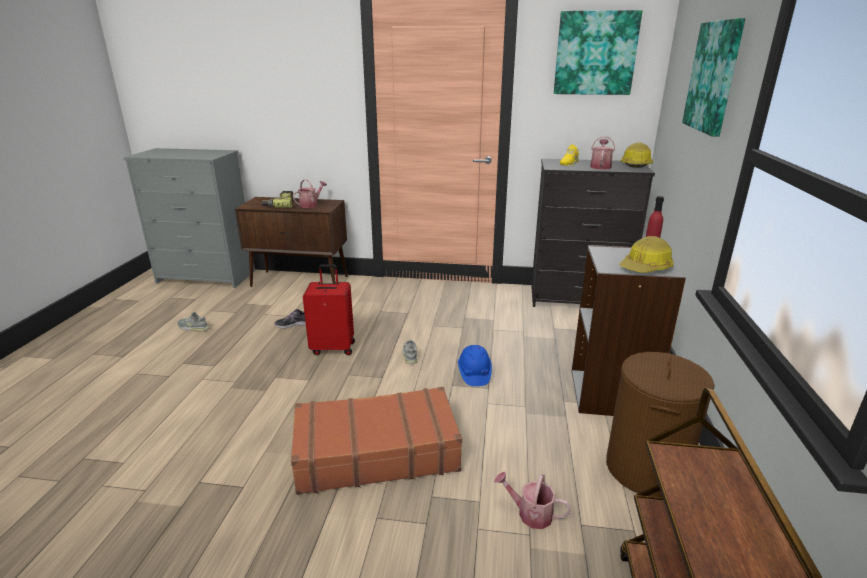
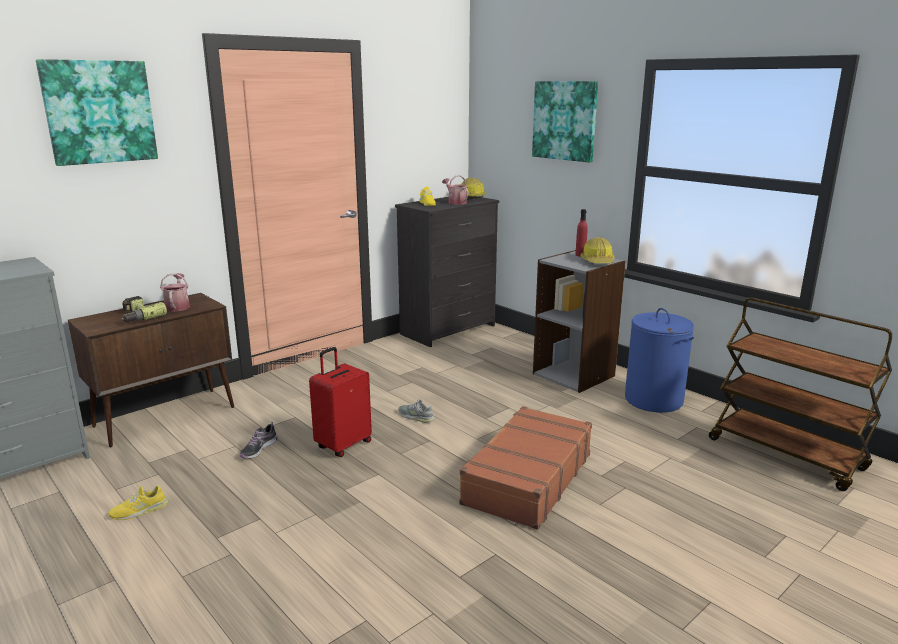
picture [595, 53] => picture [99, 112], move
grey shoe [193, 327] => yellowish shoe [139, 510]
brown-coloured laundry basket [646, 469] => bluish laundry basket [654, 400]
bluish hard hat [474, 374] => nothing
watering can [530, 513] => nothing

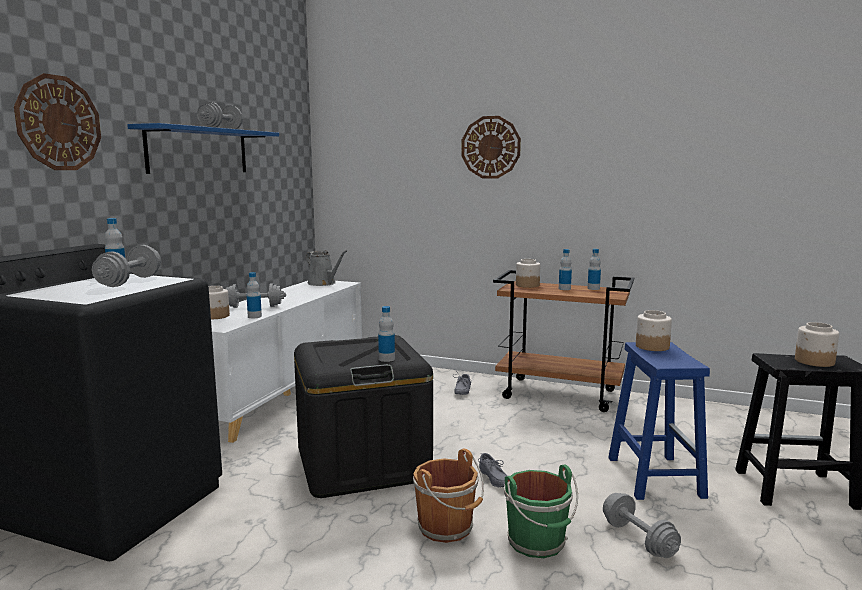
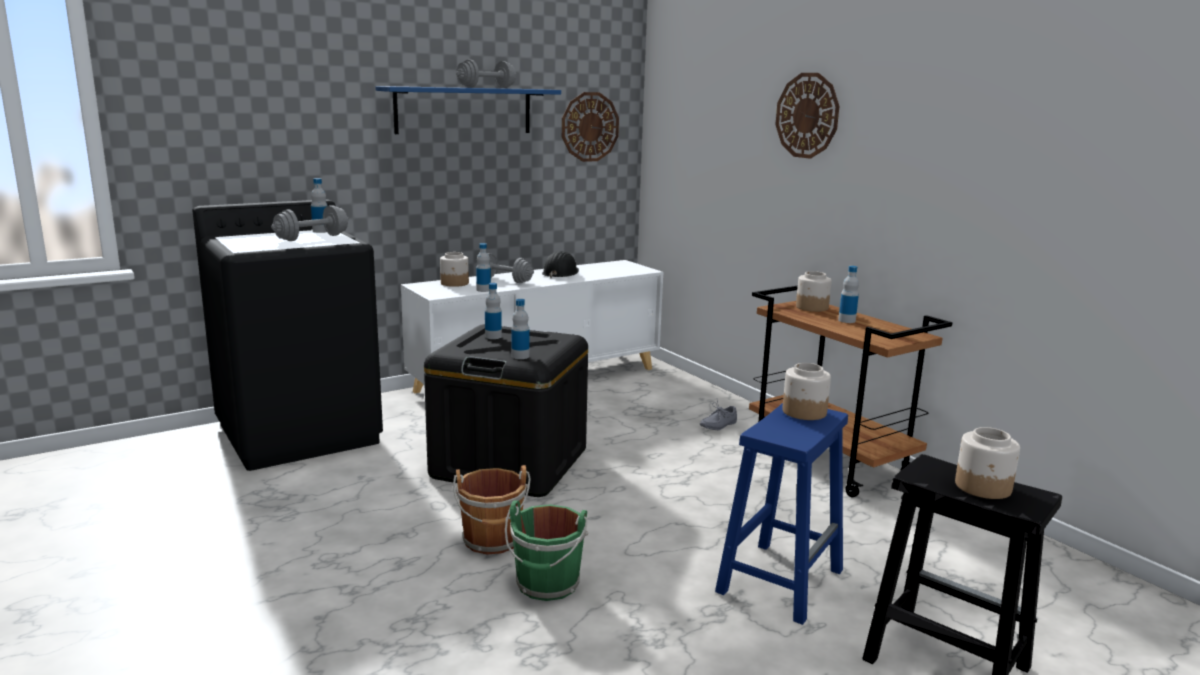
bottle [593, 288] => bottle [493, 336], move
nothing => blackish hard hat [560, 273]
clock on the wall [59, 123] => clock on the wall [589, 127], move
grey watering can [323, 283] => nothing
grey shoe [493, 479] => nothing
grey hand weight [638, 539] => nothing

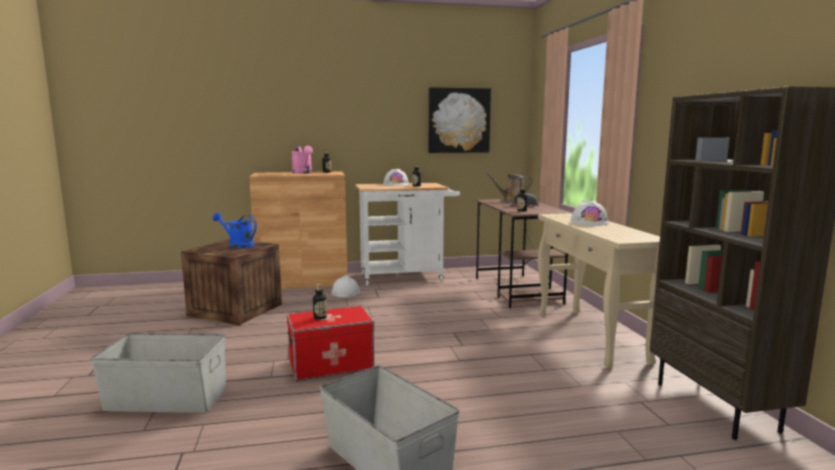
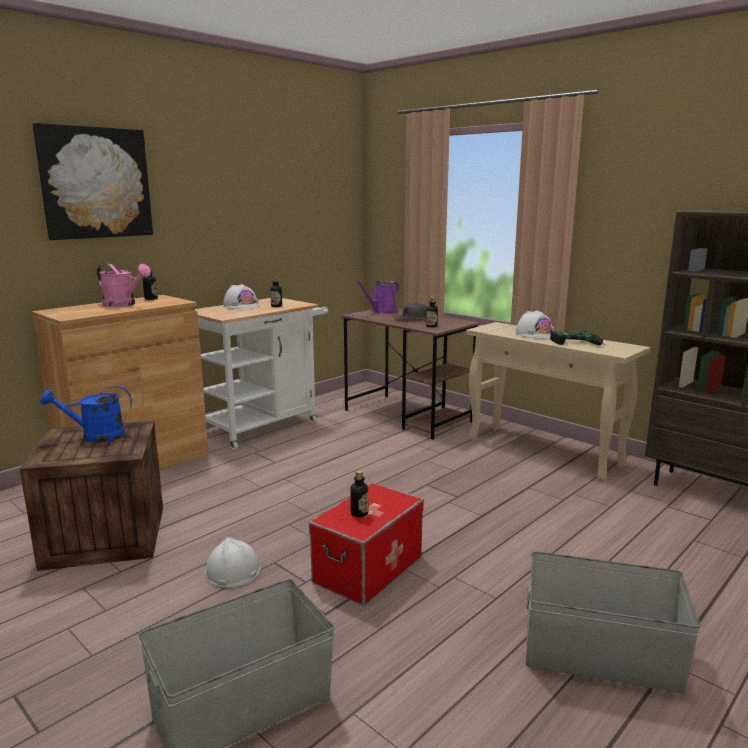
picture [458, 120] => picture [95, 183], move
white hard hat [345, 292] => white hard hat [232, 570], move
brown-coloured watering can [512, 200] => purple-coloured watering can [381, 311]
nothing => power drill [579, 344]

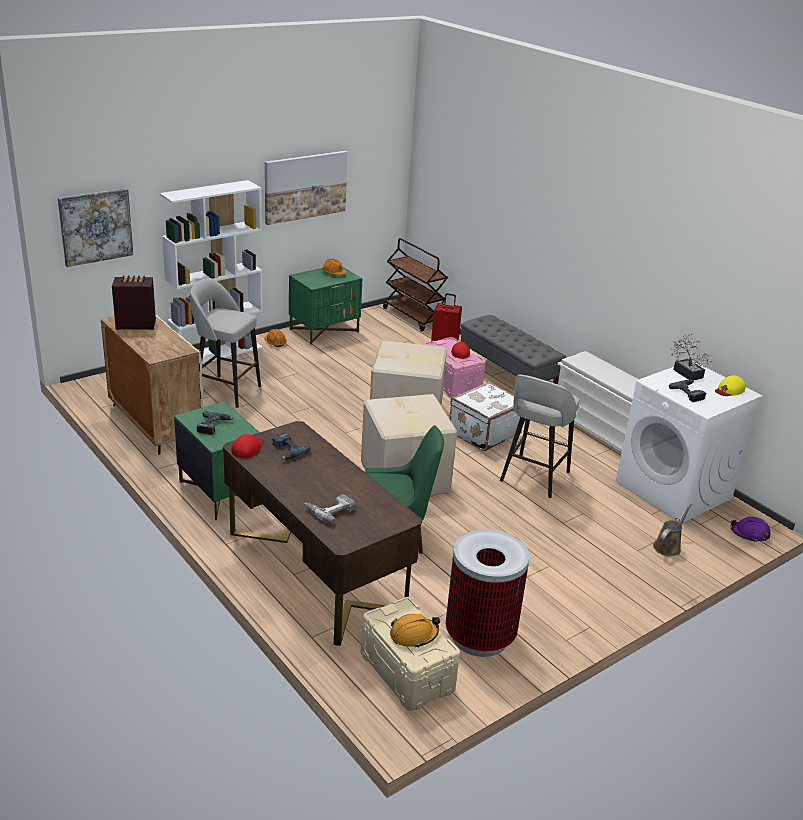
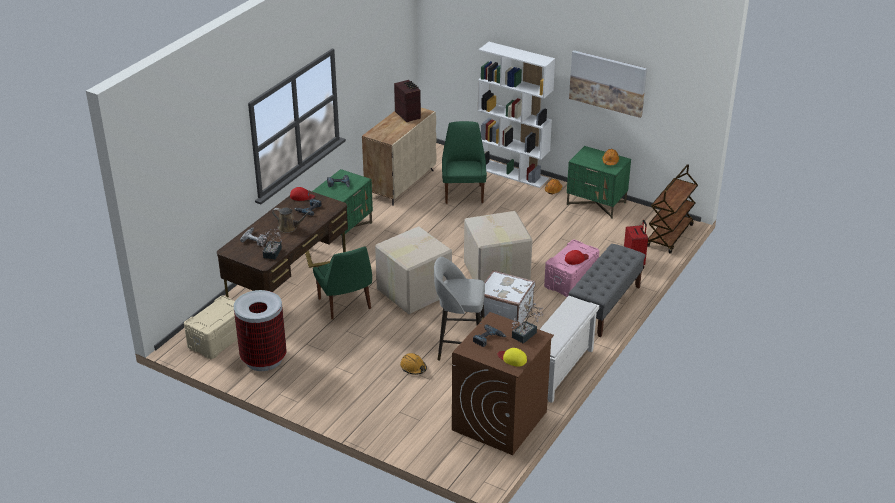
nothing => potted plant [271, 254]
brown-coloured watering can [668, 546] => brown-coloured watering can [289, 227], move
orange-coloured hard hat [413, 635] => orange-coloured hard hat [413, 367], move
grey sitting stool [225, 391] => green-coloured upright chair [463, 193]
white laundry appliance [674, 490] => brown-coloured laundry appliance [499, 421]
picture [96, 226] => nothing
purple-coloured hard hat [749, 534] => nothing

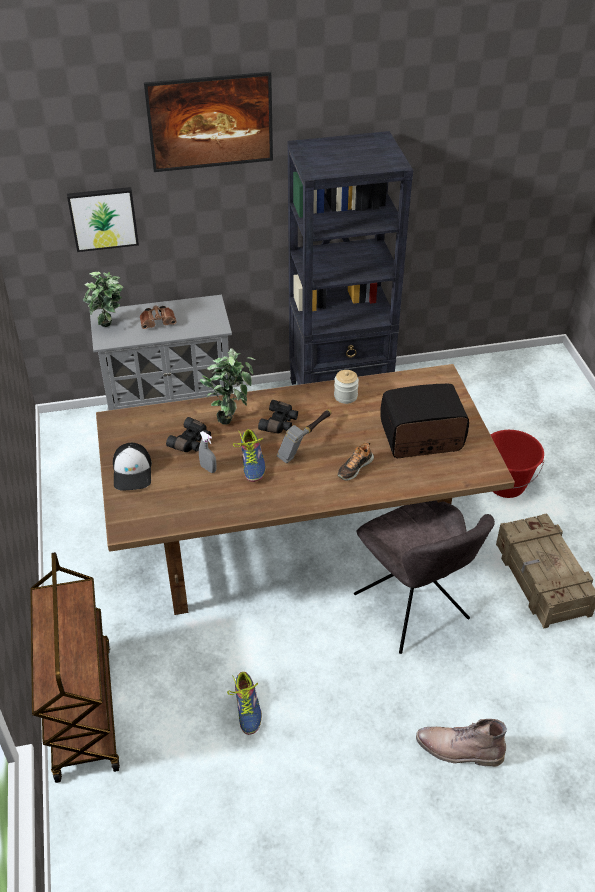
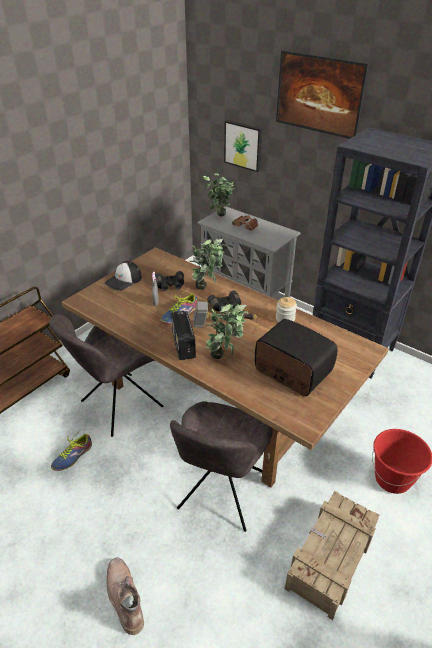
nothing => grey upright chair [119, 405]
nothing => radio [183, 346]
shoe [354, 468] => potted plant [225, 356]

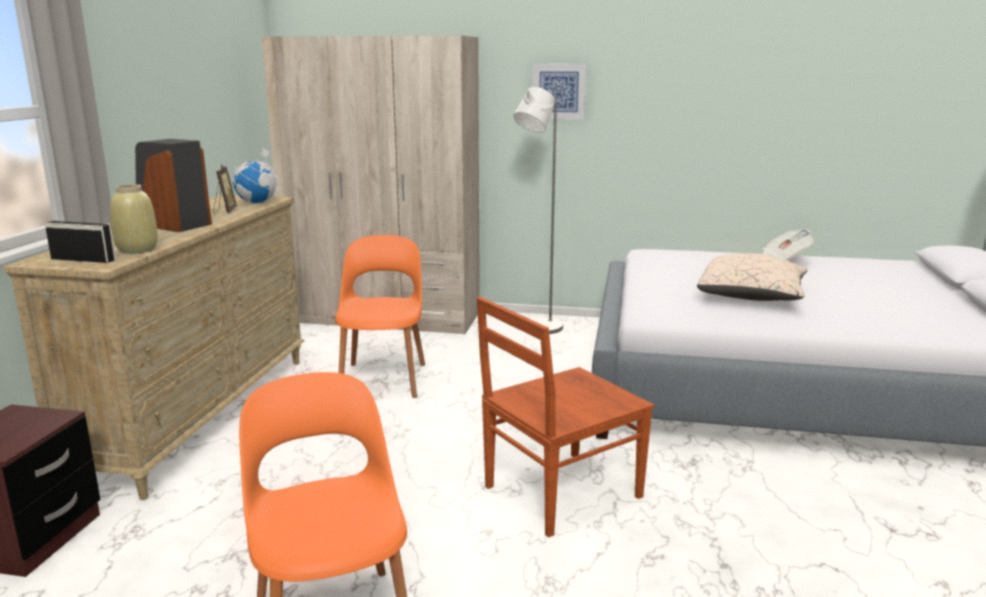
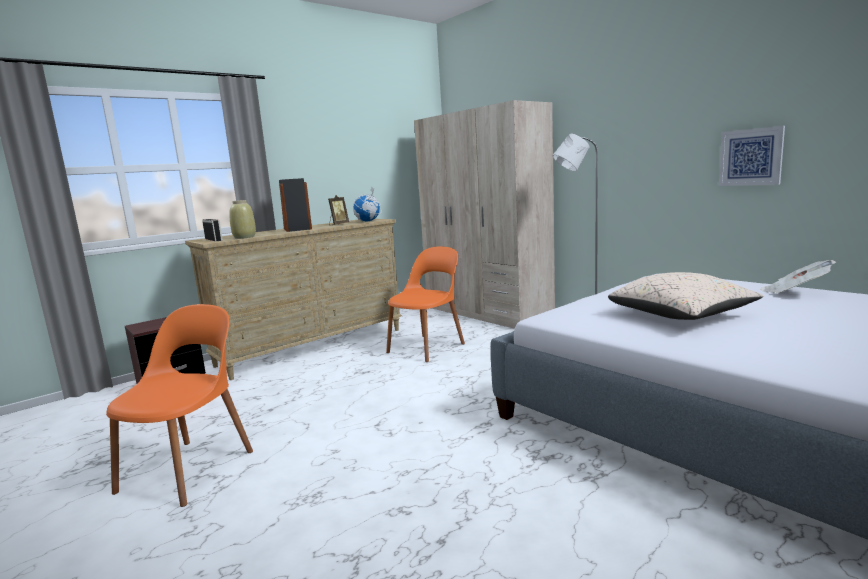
picture [558, 91] => picture [751, 157], move
brown-coloured upright chair [559, 493] => nothing

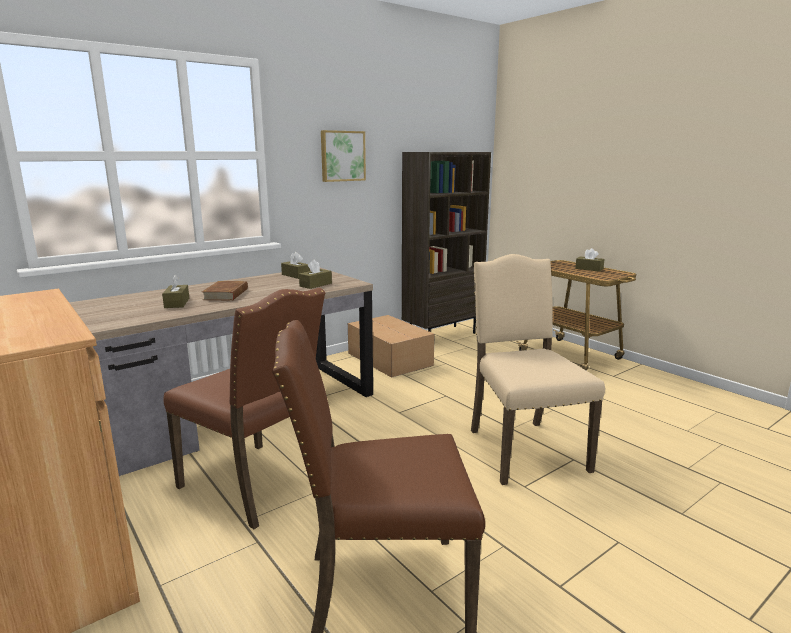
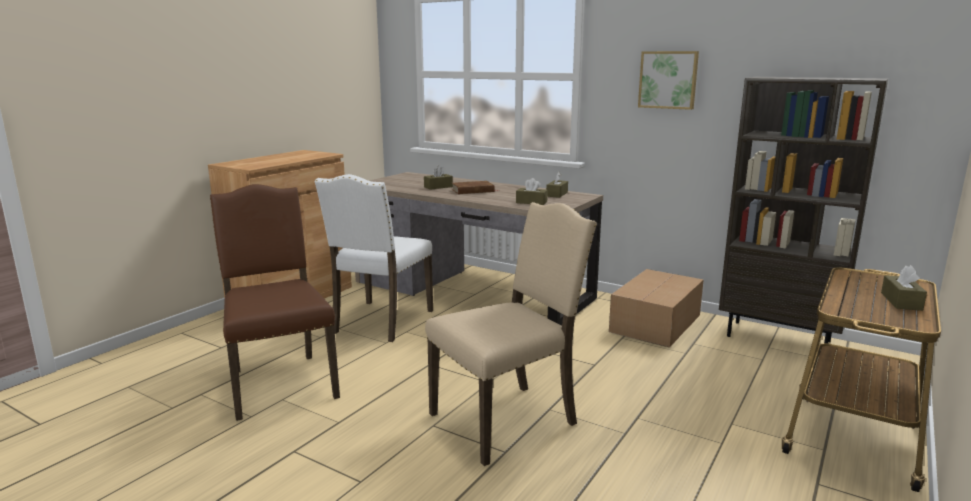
brown-coloured upright chair [255, 485] => white upright chair [380, 322]

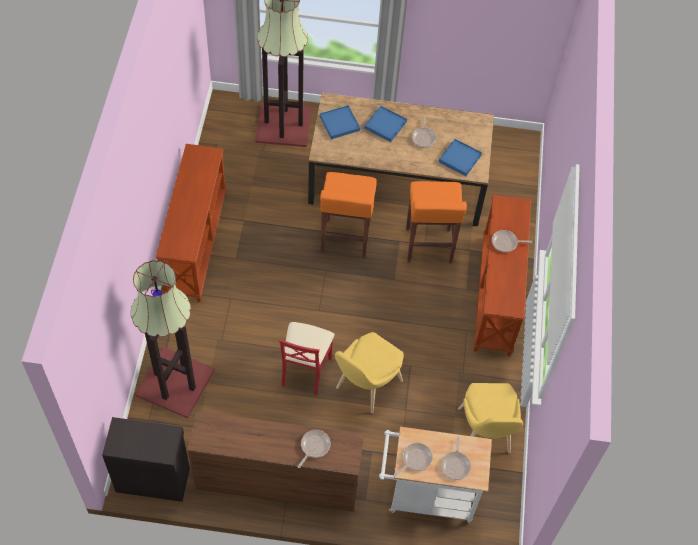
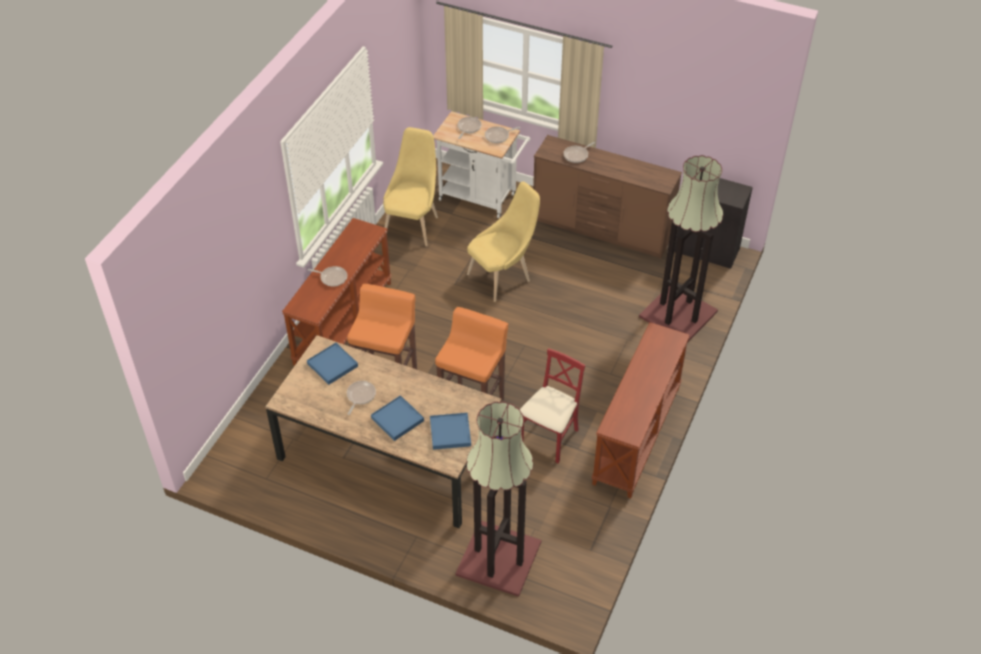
reddish upright chair [305, 370] => reddish upright chair [549, 438], move

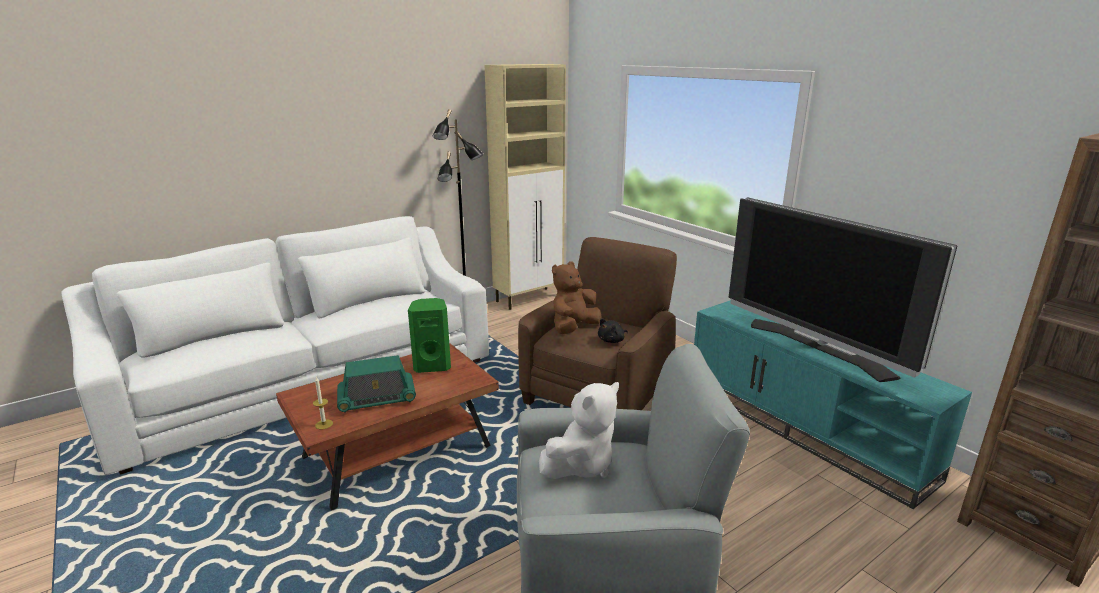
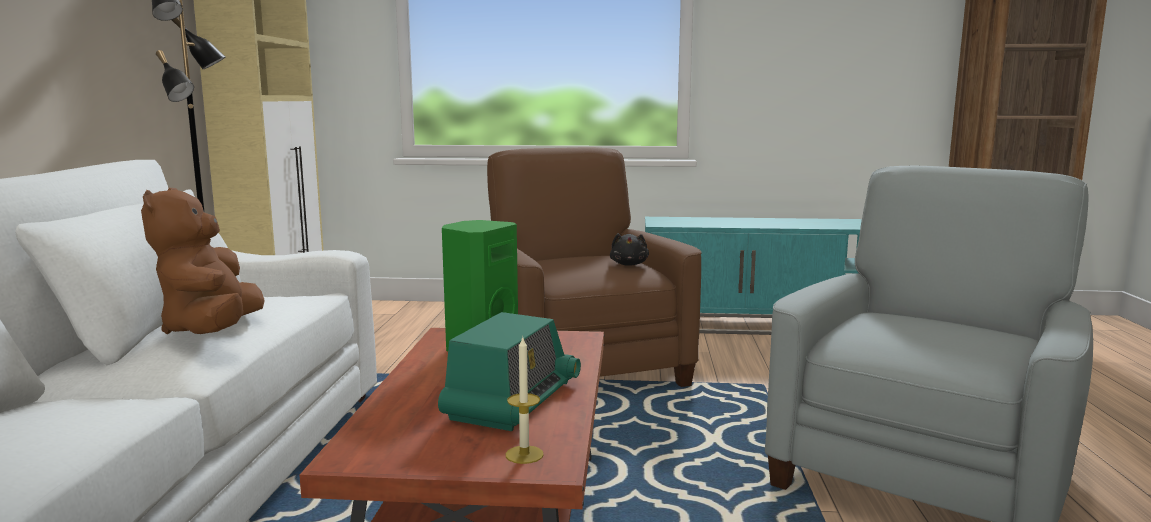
brown-coloured soft toy [573, 328] => brown-coloured soft toy [213, 331], move
white soft toy [581, 464] => nothing
television [818, 348] => nothing

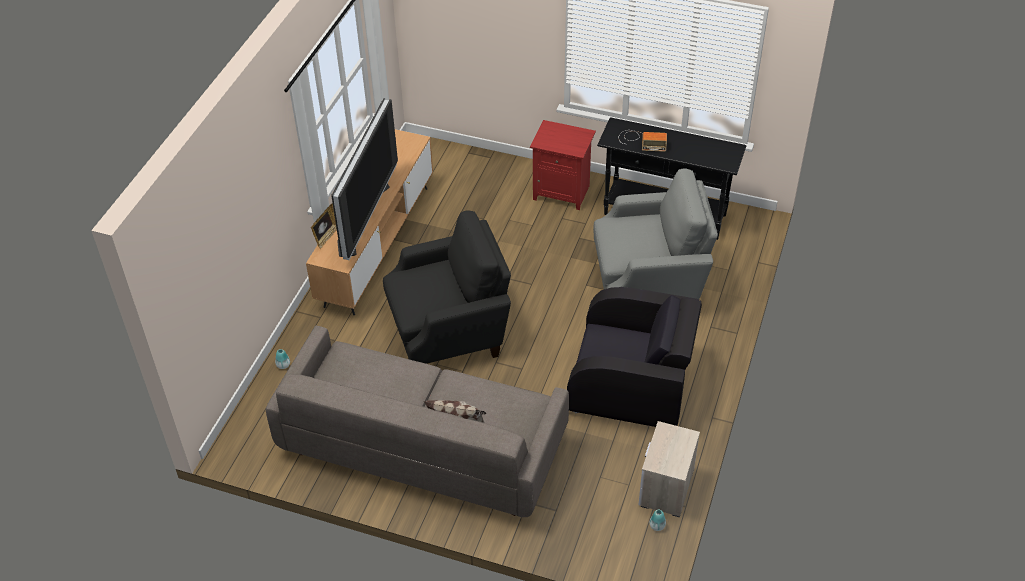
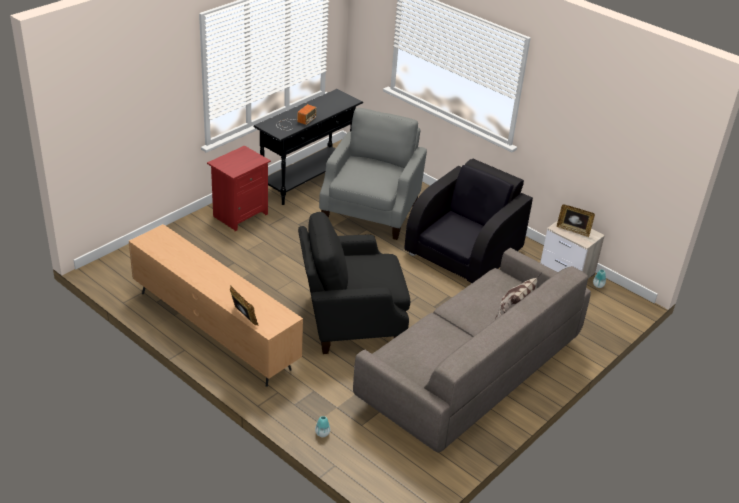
blackish lounge chair [448, 331] => blackish lounge chair [350, 321], 105 degrees counterclockwise
nothing => photo frame [573, 230]
television [364, 218] => nothing

